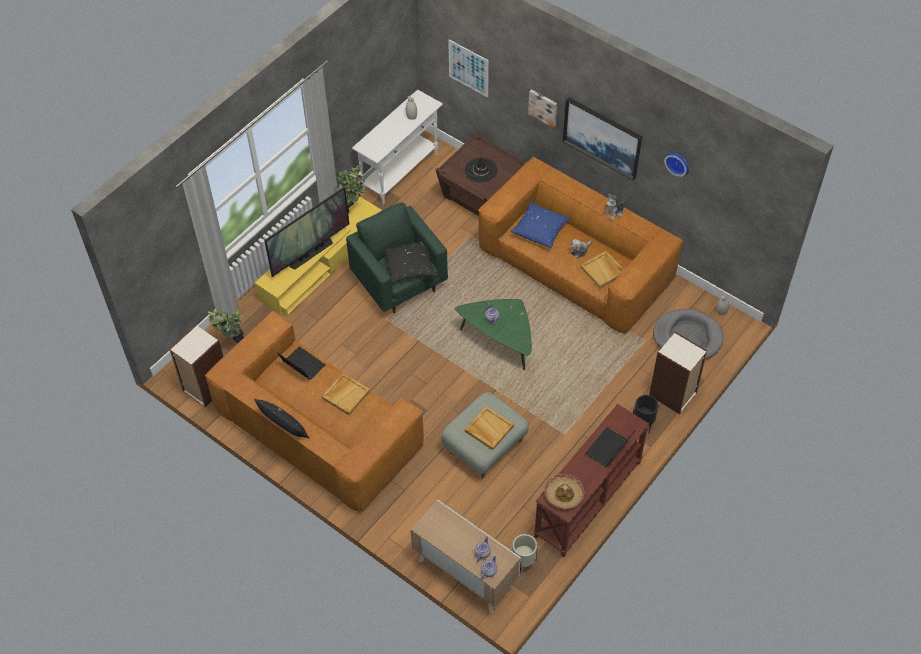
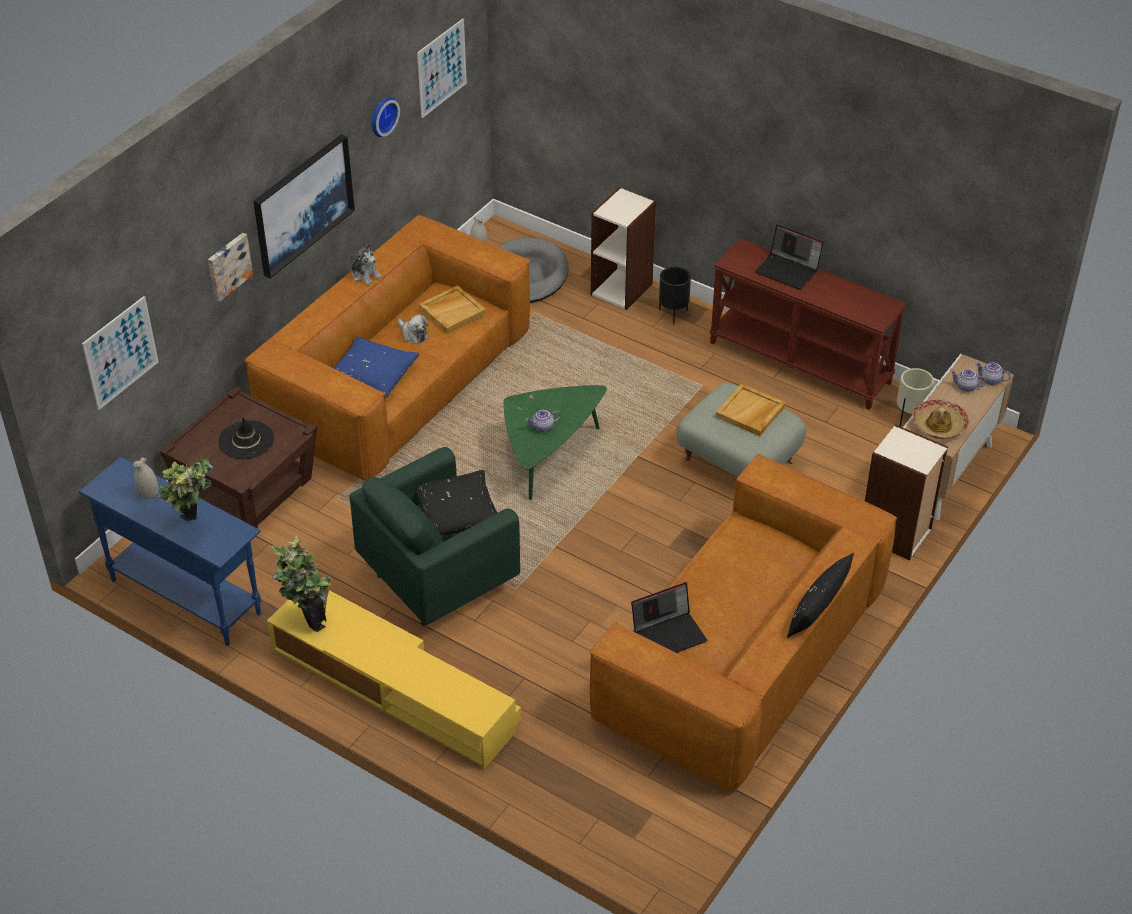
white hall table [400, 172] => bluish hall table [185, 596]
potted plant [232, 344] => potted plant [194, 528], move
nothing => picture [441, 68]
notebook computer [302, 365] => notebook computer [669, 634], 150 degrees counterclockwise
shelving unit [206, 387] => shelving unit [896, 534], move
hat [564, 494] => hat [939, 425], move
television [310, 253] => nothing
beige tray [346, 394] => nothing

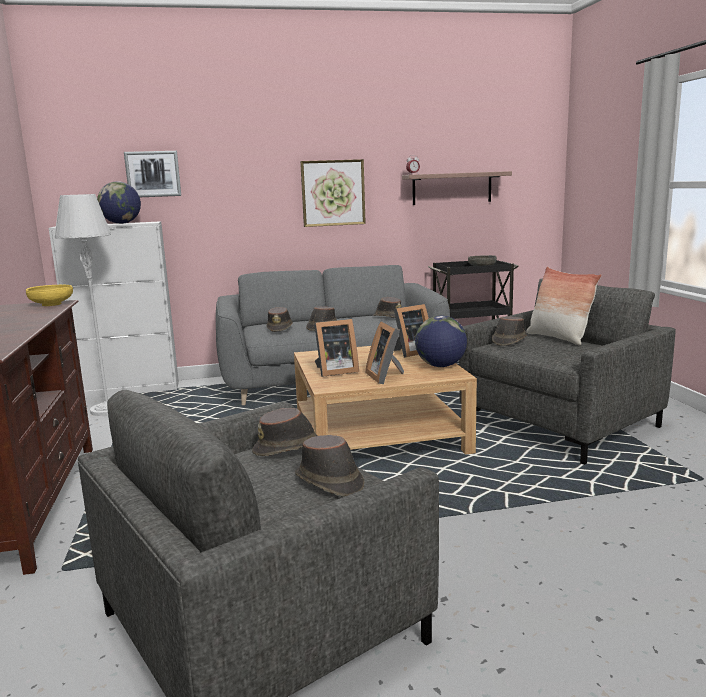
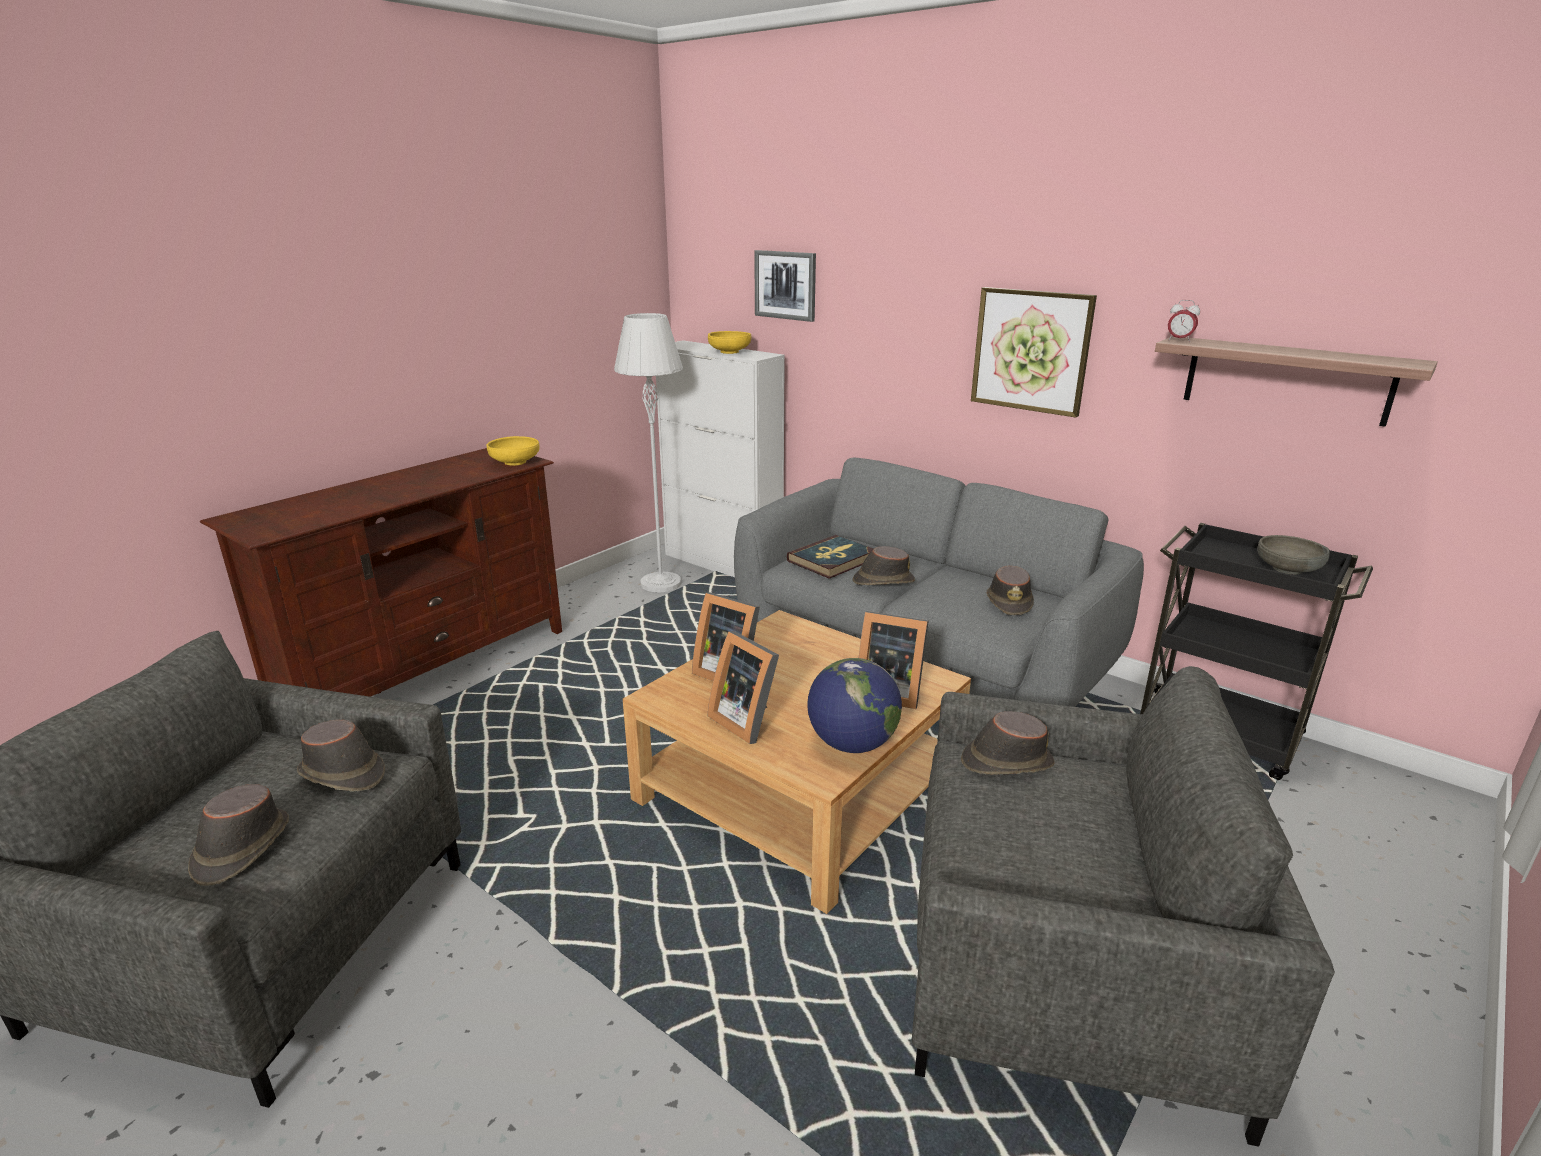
desk globe [121, 223] => yellowish bowl [729, 352]
photo frame [386, 377] => photo frame [747, 720], 75 degrees counterclockwise
brown-coloured hat [280, 328] => volume [832, 560]
cushion [558, 338] => nothing

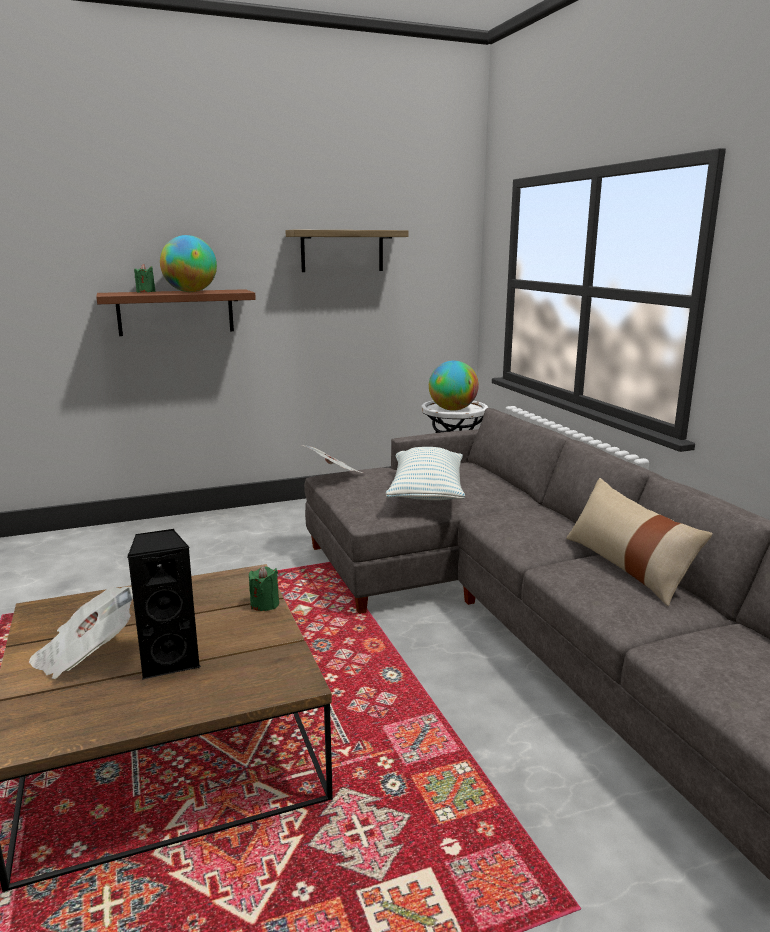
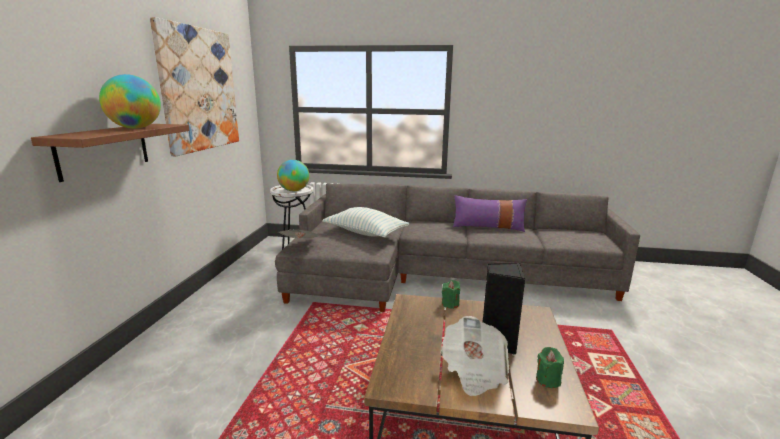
bracket shelf [342, 251] => picture [199, 89]
beige cushion [627, 566] => purple-coloured cushion [488, 227]
green-coloured candle [146, 292] => green-coloured candle [548, 380], move

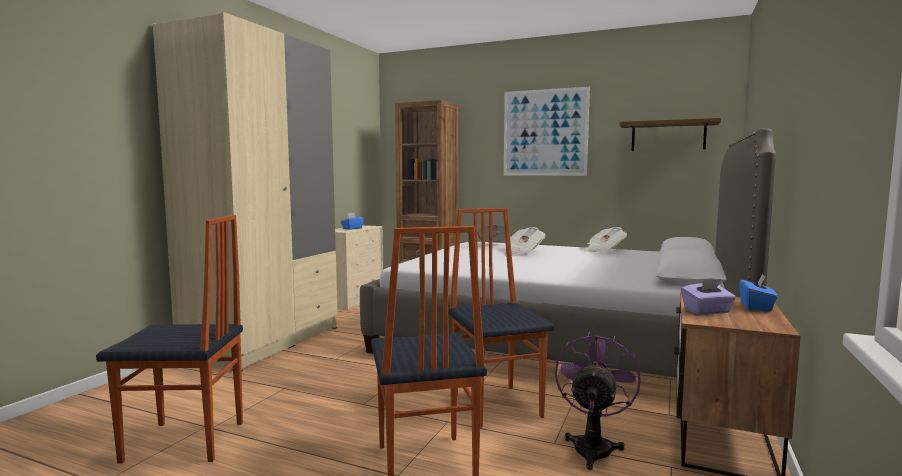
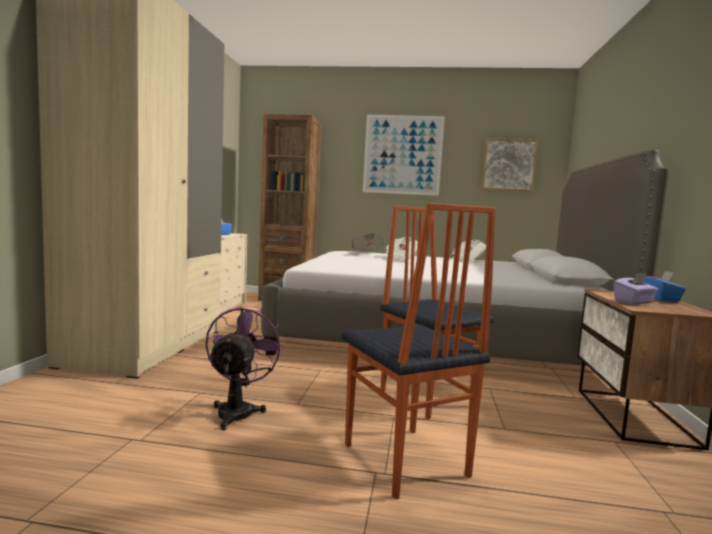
purple-coloured fan [593, 446] => purple-coloured fan [238, 410], move
bracket shelf [668, 136] => picture [509, 165]
upright chair [185, 442] => nothing

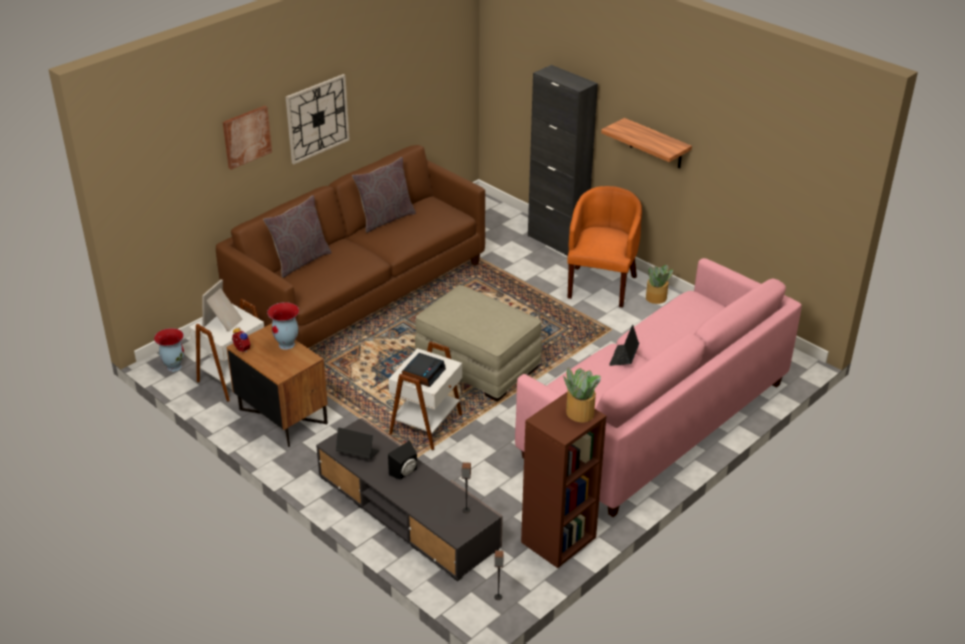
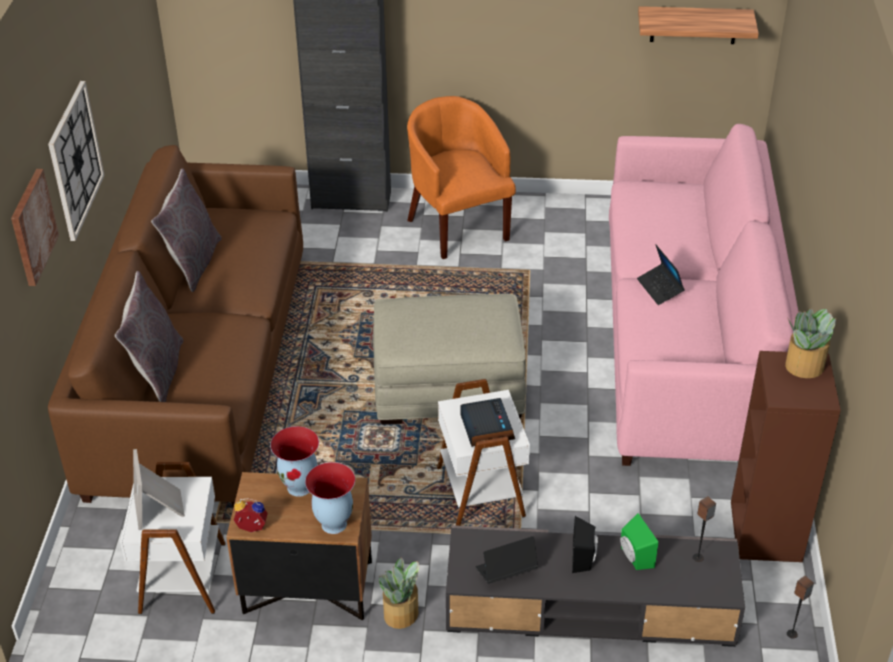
decorative vase [174, 366] => decorative vase [333, 524], move
potted plant [656, 298] => potted plant [402, 613], move
nothing => green-coloured loudspeaker [634, 557]
bracket shelf [656, 144] => bracket shelf [693, 25], move

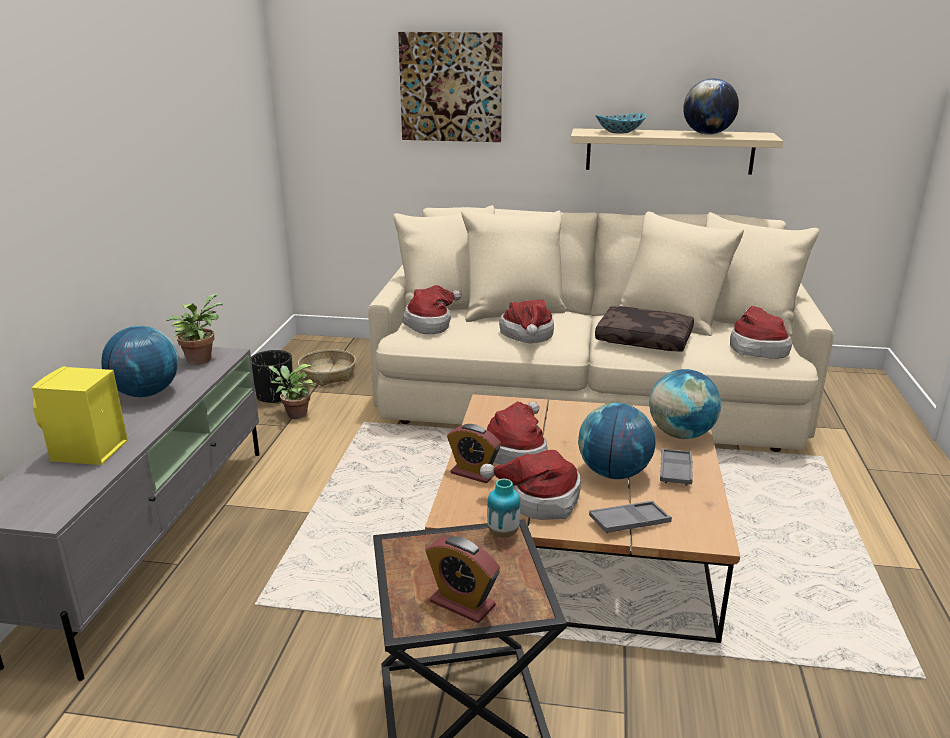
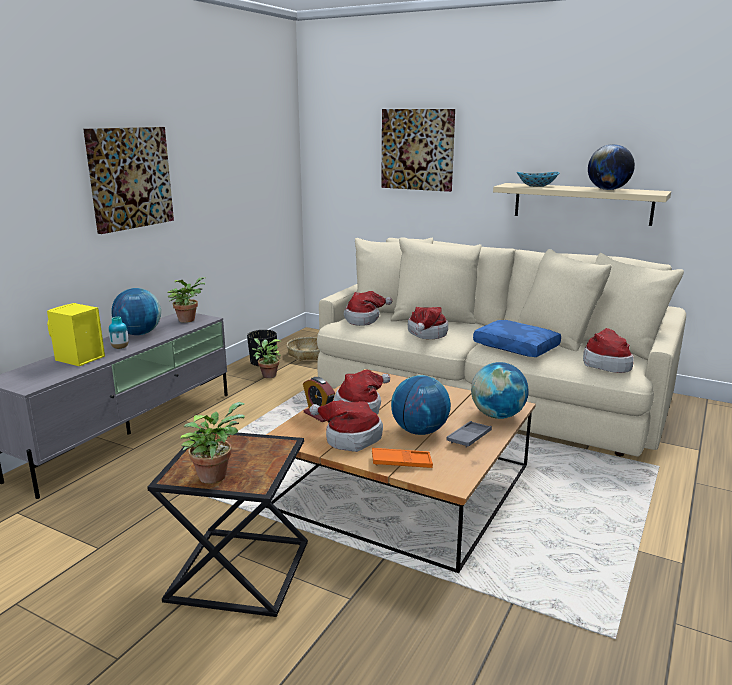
nothing => picture [129, 178]
decorative vase [503, 533] => decorative vase [120, 348], move
table clock [462, 604] => potted plant [214, 475]
grey tray [629, 522] => orange-coloured tray [401, 462]
brown-coloured cushion [645, 339] => bluish cushion [517, 347]

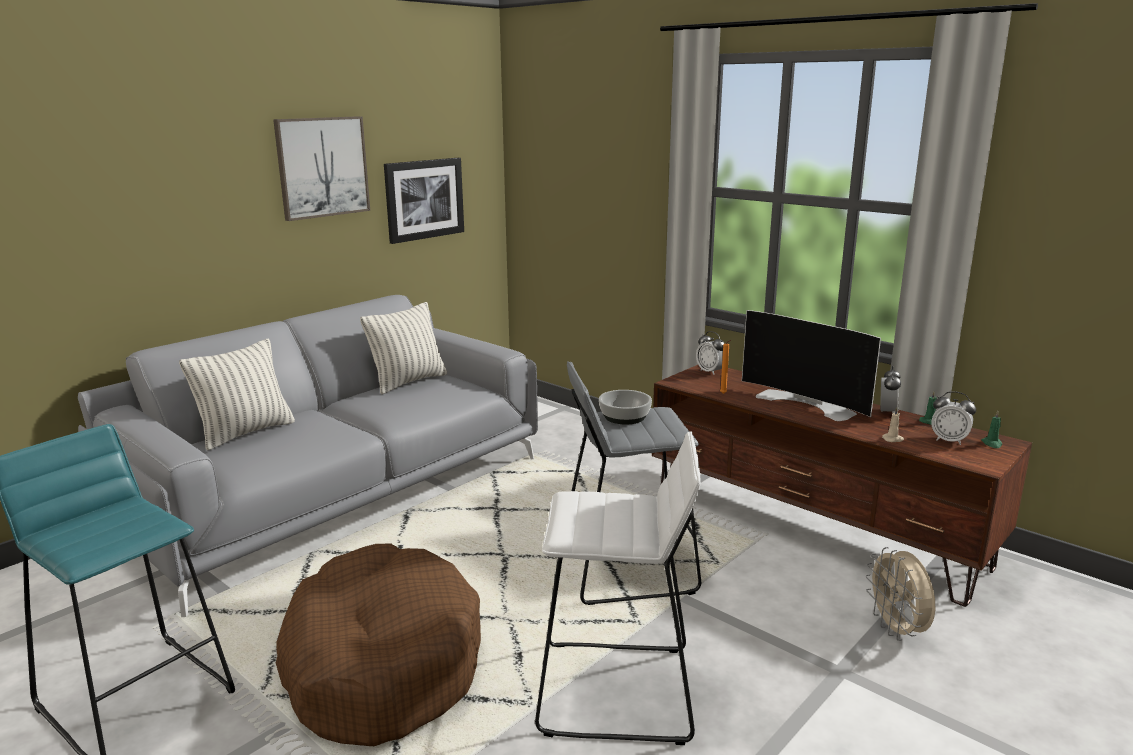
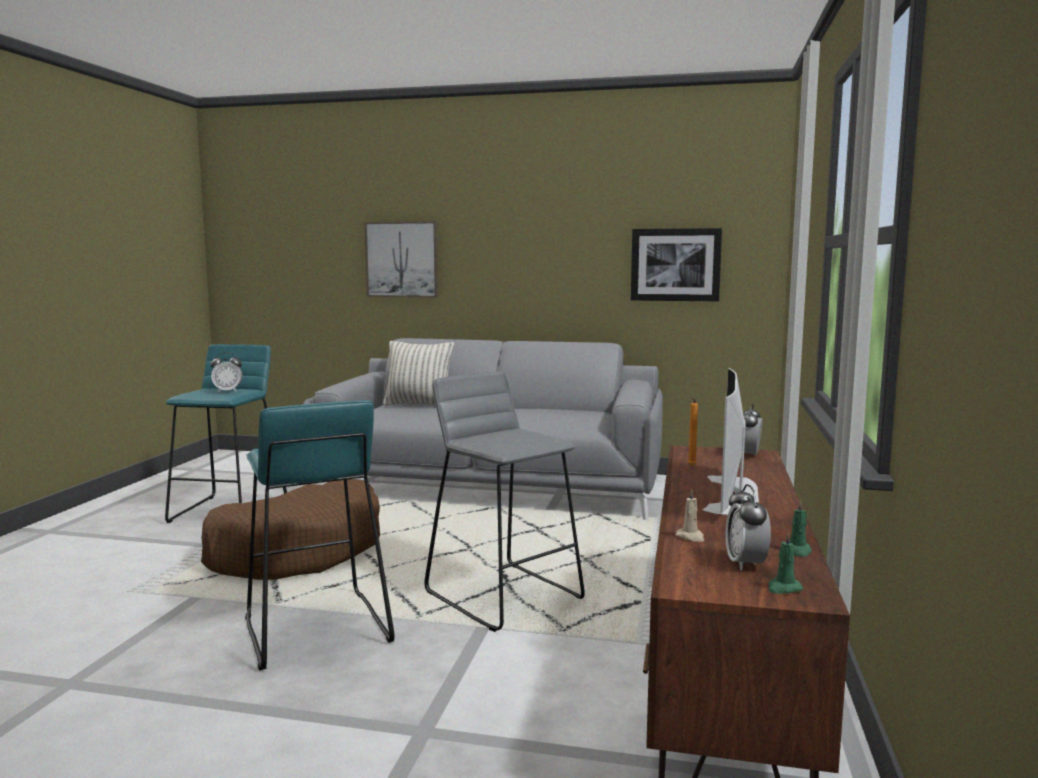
table clock [887, 412] => table clock [228, 391], move
white sitting stool [617, 691] => blue-green sitting stool [315, 630]
picture [322, 167] => picture [402, 259], move
cushion [408, 382] => nothing
bowl [625, 417] => nothing
beige fan [897, 630] => nothing

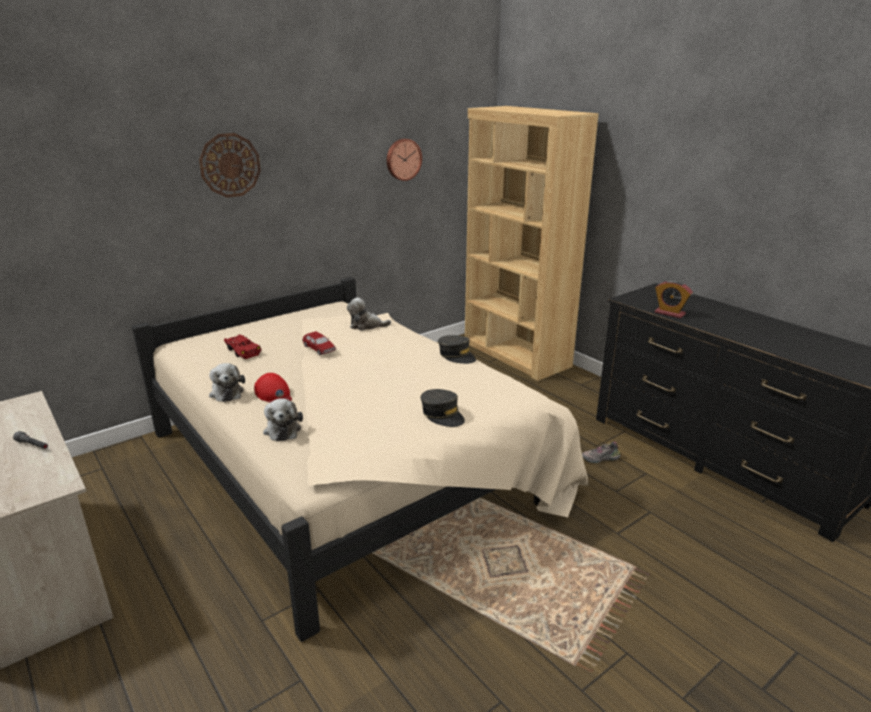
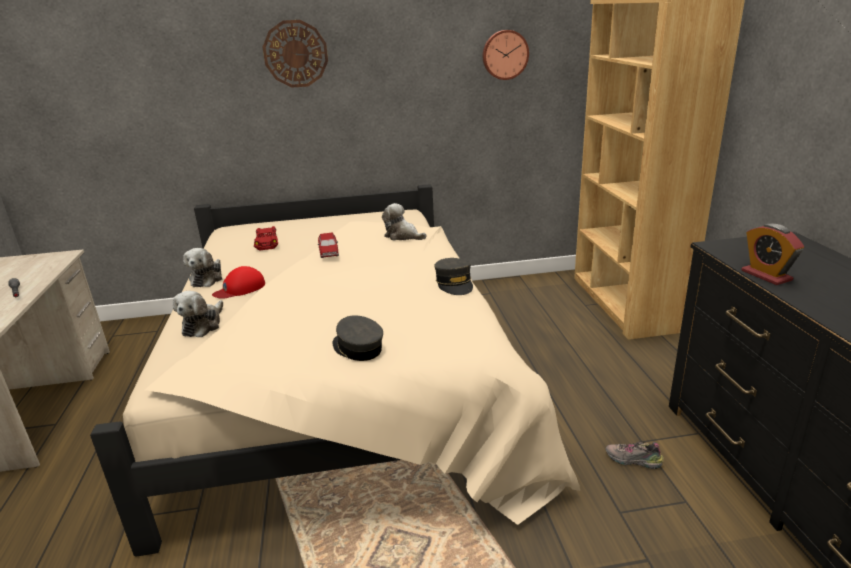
reddish baseball cap [274, 394] => reddish baseball cap [240, 289], 60 degrees clockwise
grey baseball cap [442, 415] => grey baseball cap [357, 348], 150 degrees clockwise

